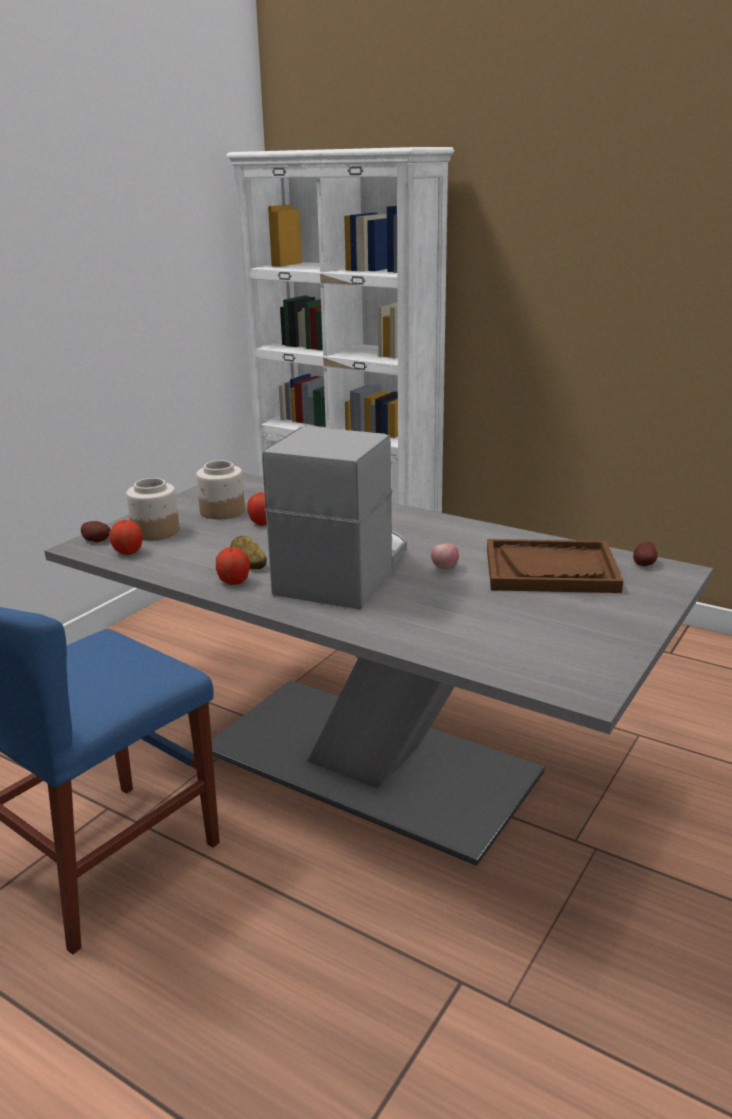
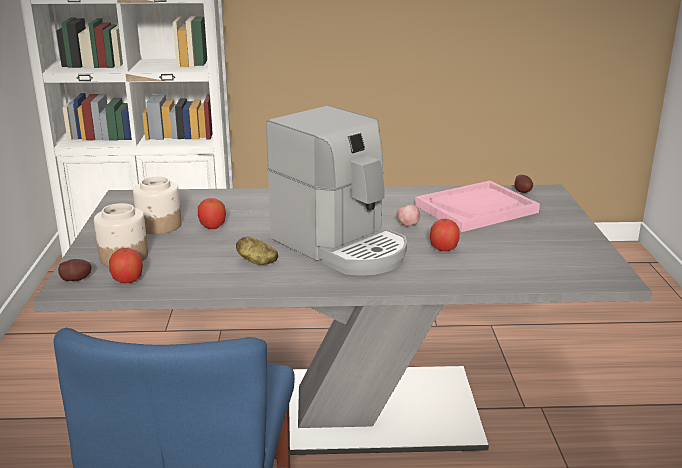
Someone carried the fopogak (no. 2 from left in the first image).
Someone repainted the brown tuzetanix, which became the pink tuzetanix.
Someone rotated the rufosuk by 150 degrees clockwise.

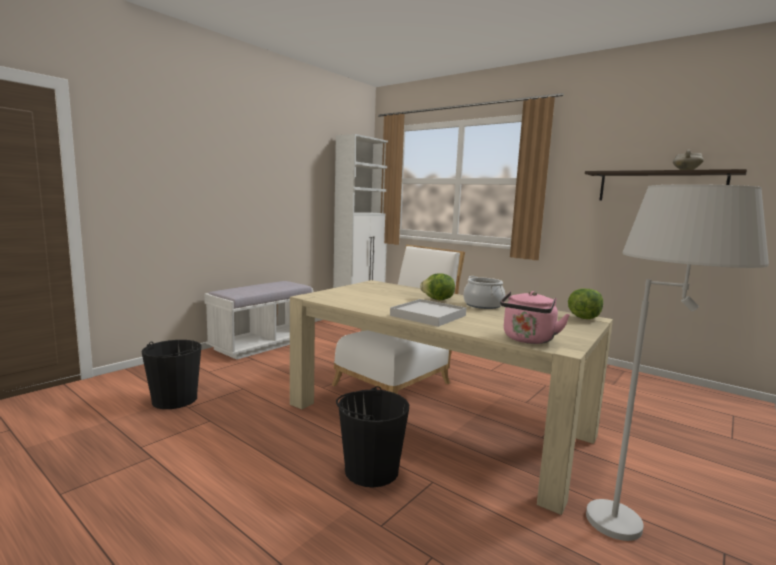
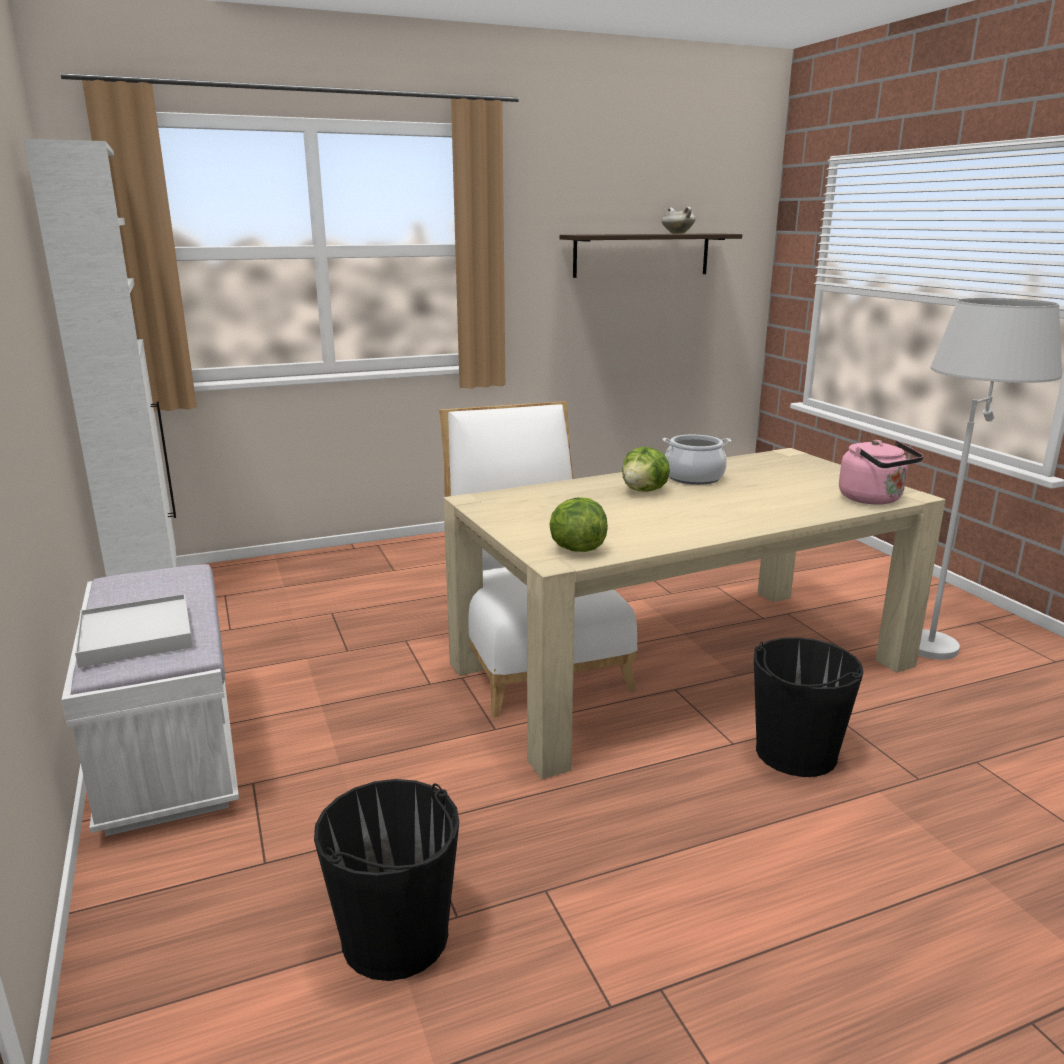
Someone carried the white tuzetanix.
Someone carried the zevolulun (no. 2 from left in the first image).

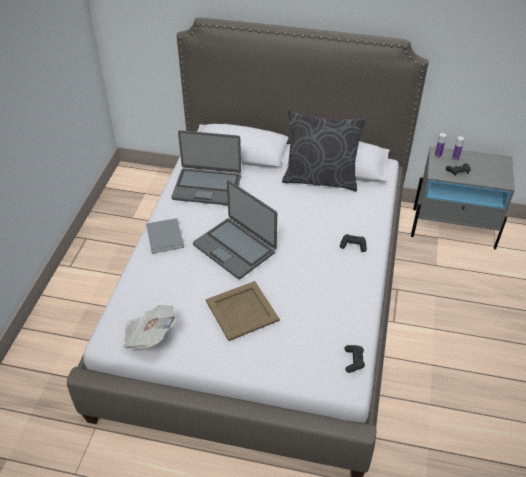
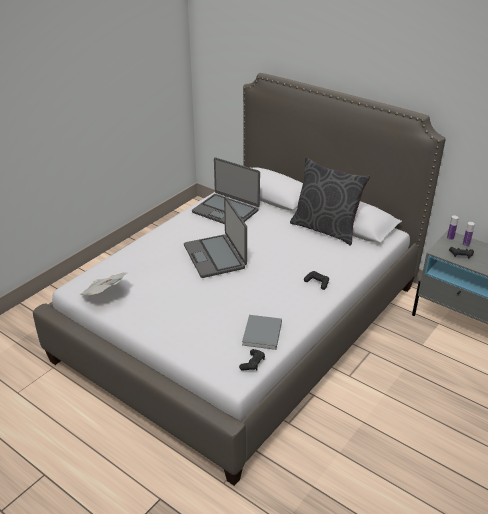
Someone took away the beige tuzetanix.
Someone carried the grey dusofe.

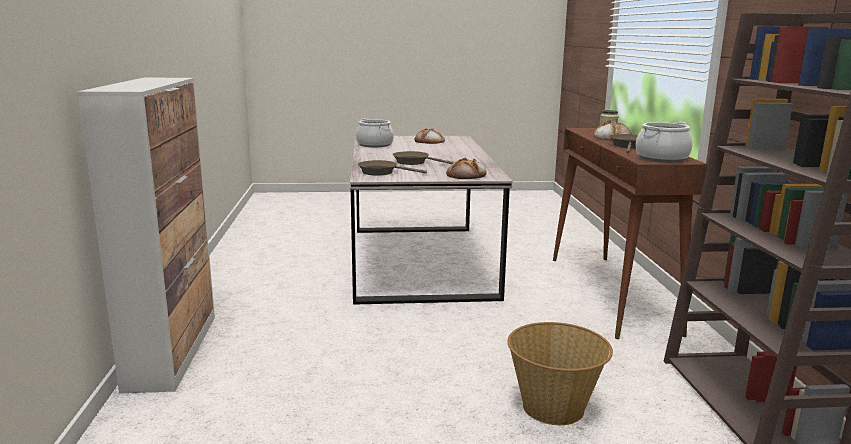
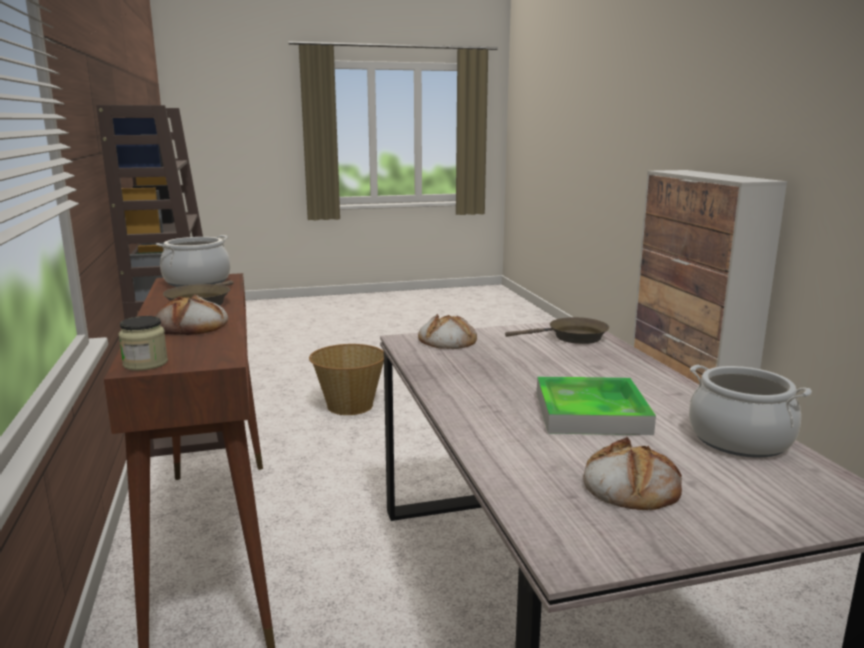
Someone took away the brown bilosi (no. 2 from left).
Someone put down the tuzetanix.

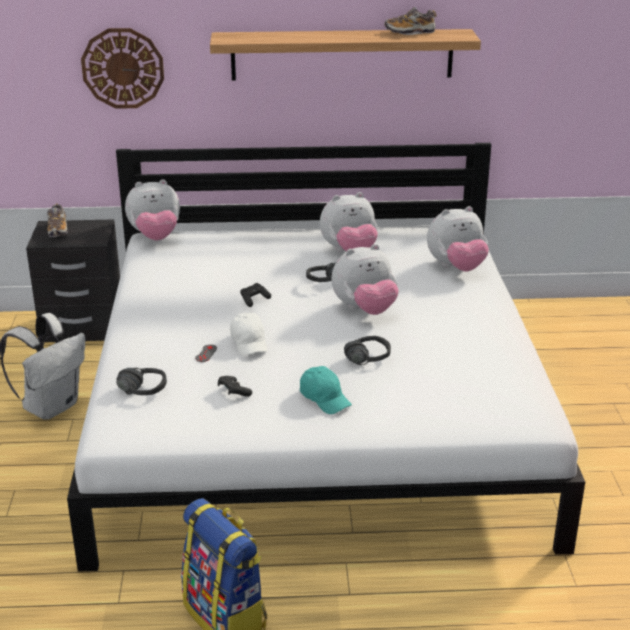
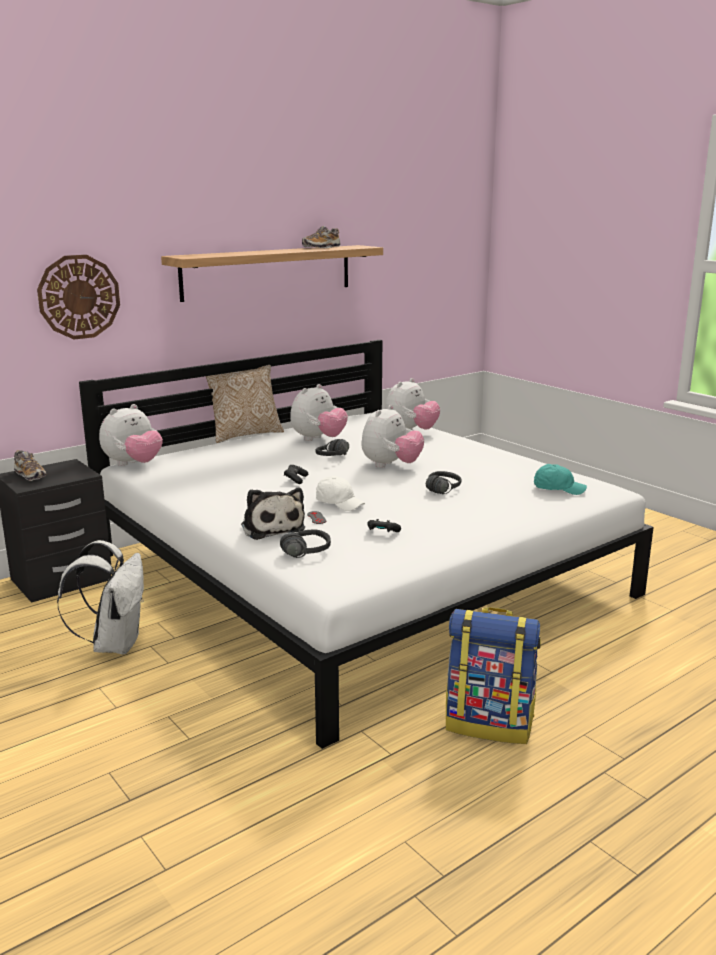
Someone put down the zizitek.
Someone put down the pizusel (no. 2 from left).
Someone carried the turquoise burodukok.

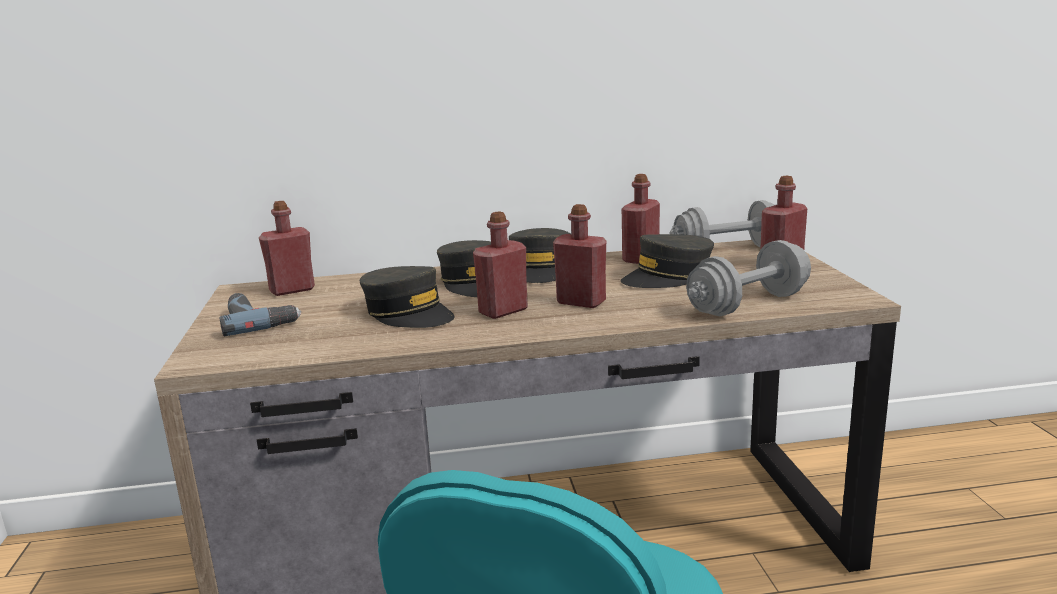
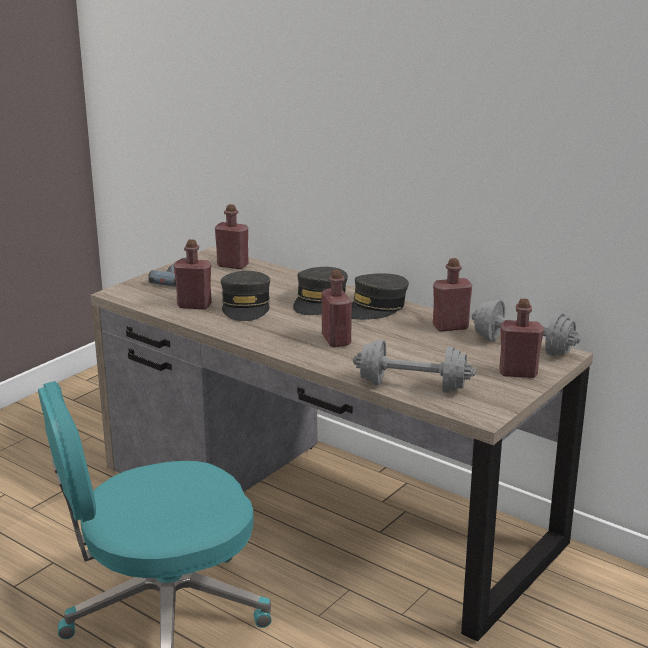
Someone took away the grey burodukok (no. 4 from left).
Someone carried the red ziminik (no. 2 from left in the first image).

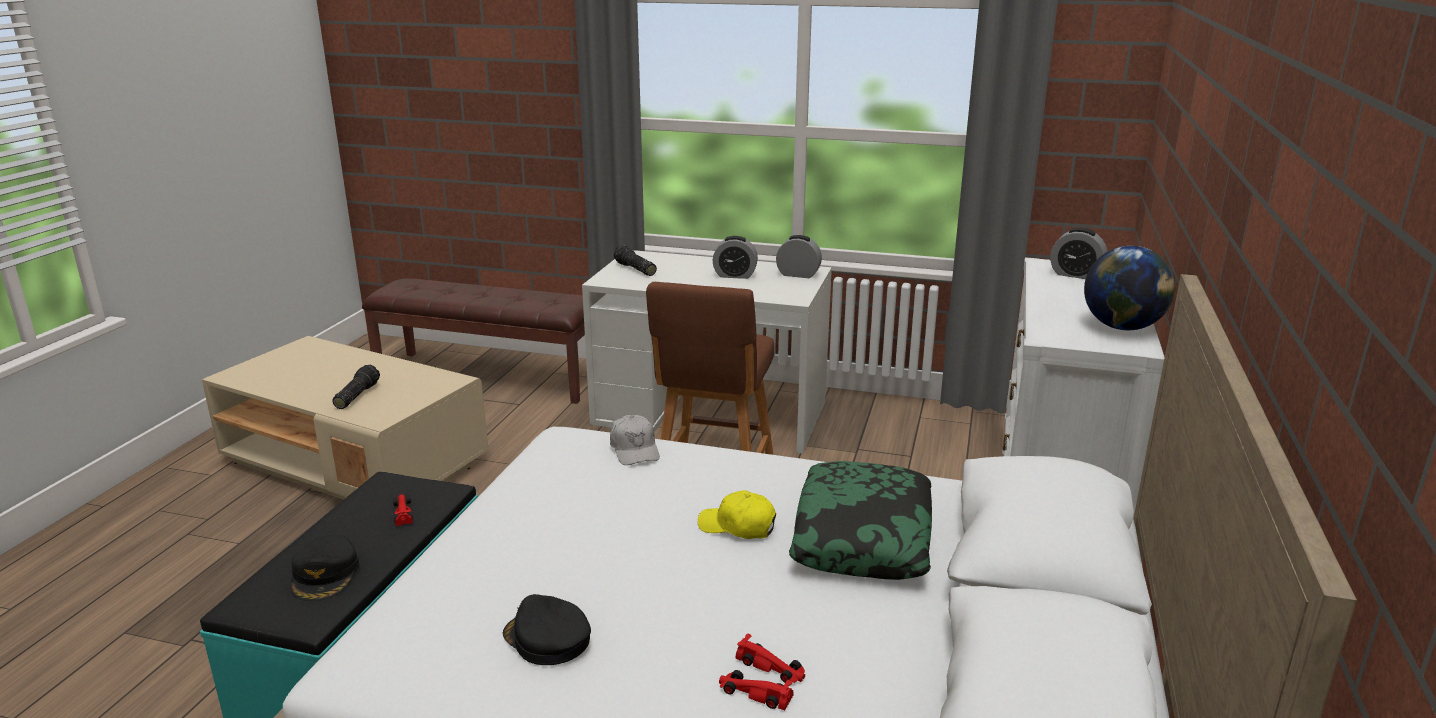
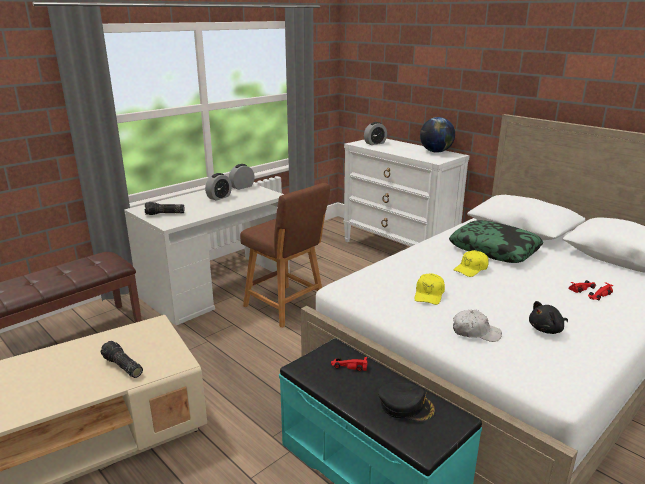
Someone put down the yellow burodukok (no. 1 from left).
Someone carried the white burodukok.
Someone swapped the black burodukok (no. 2 from left) for the black pizusel.

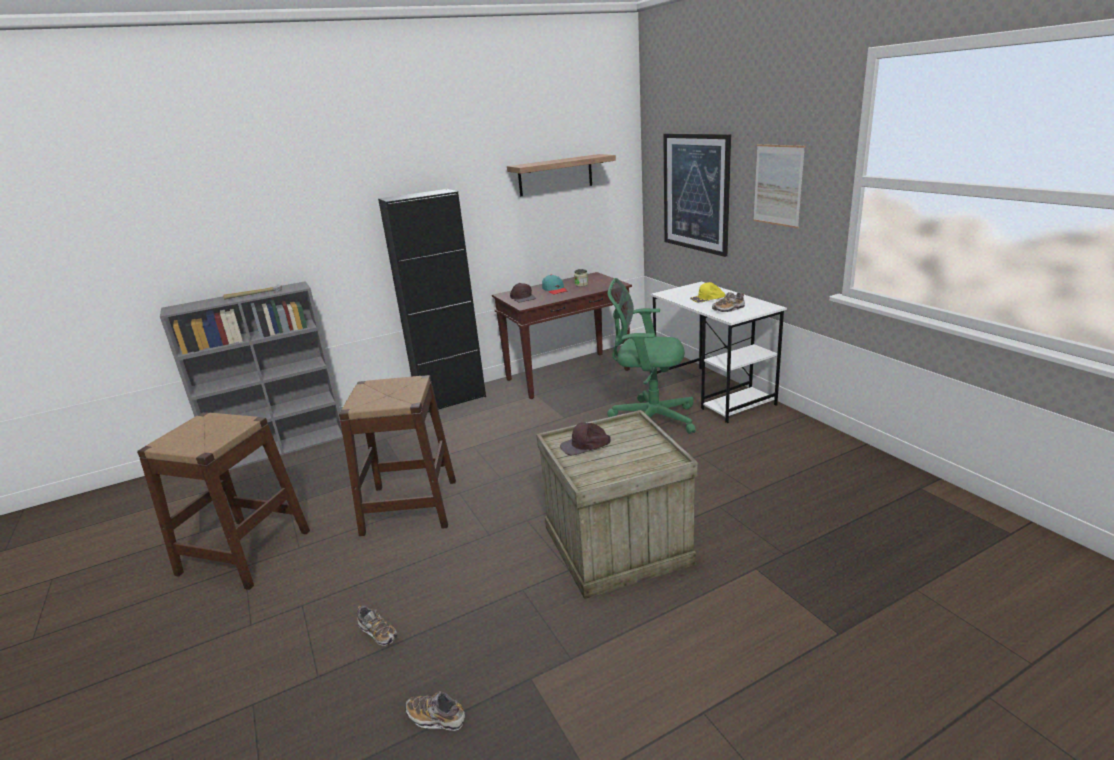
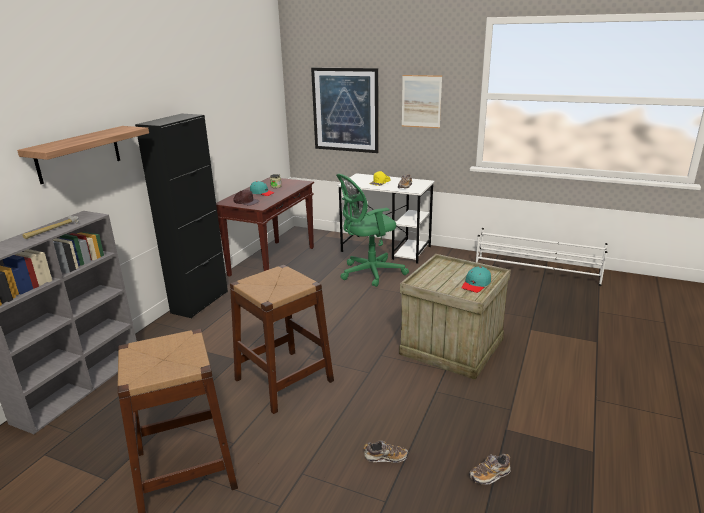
Someone took away the brown burodukok (no. 2 from left).
Someone put down the turquoise burodukok (no. 2 from left).
Someone put down the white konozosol.
Someone carried the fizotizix.

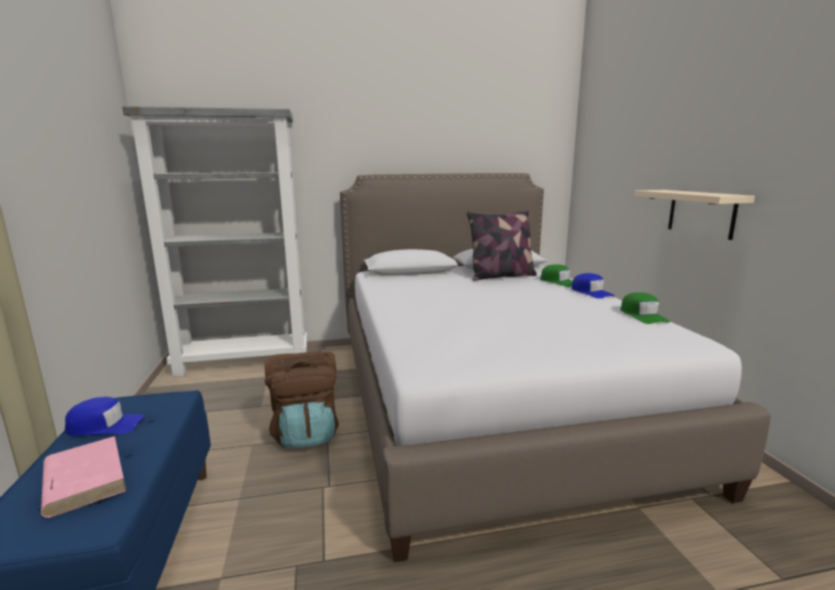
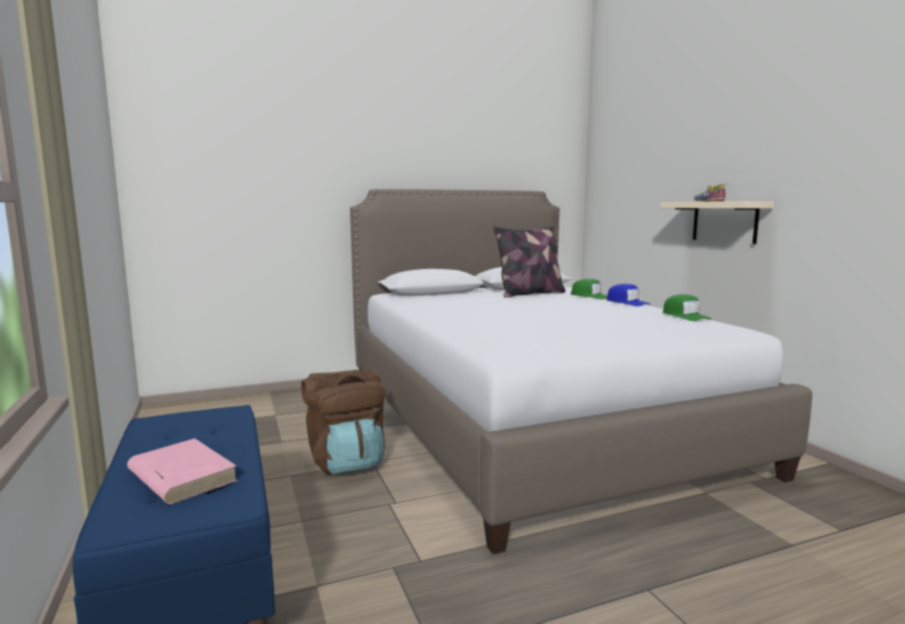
Someone took away the blue burodukok (no. 1 from left).
Someone took away the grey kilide.
Someone put down the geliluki.

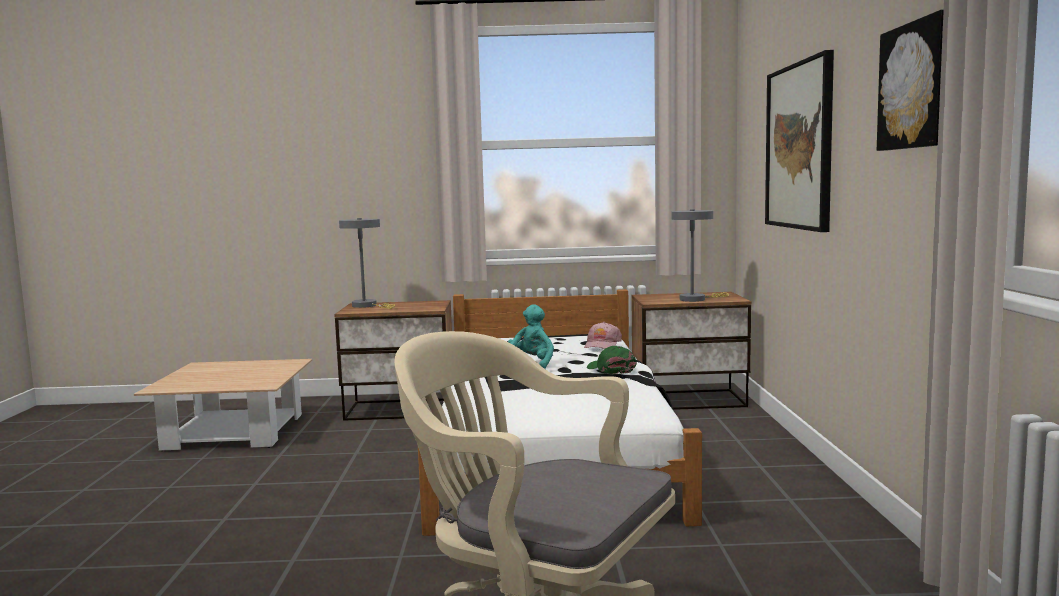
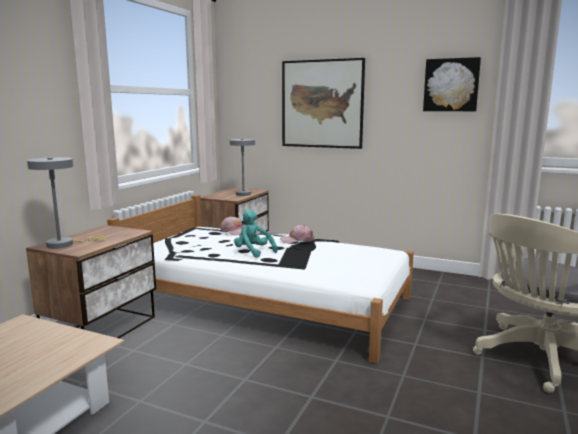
Someone repainted the green burodukok, which became the pink burodukok (no. 2 from left).

